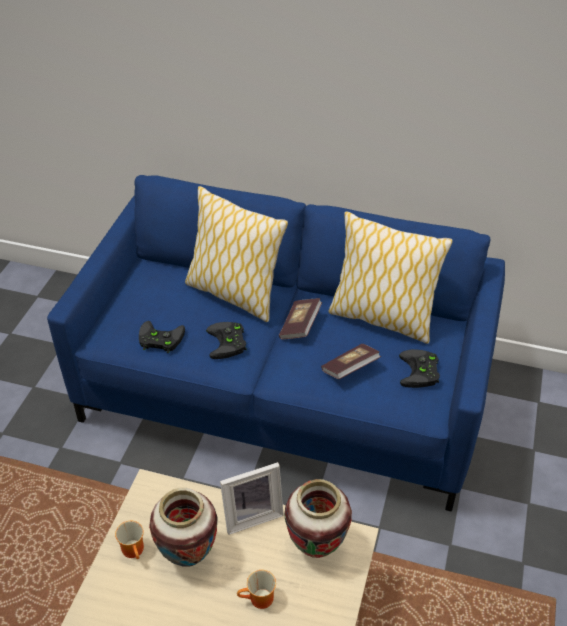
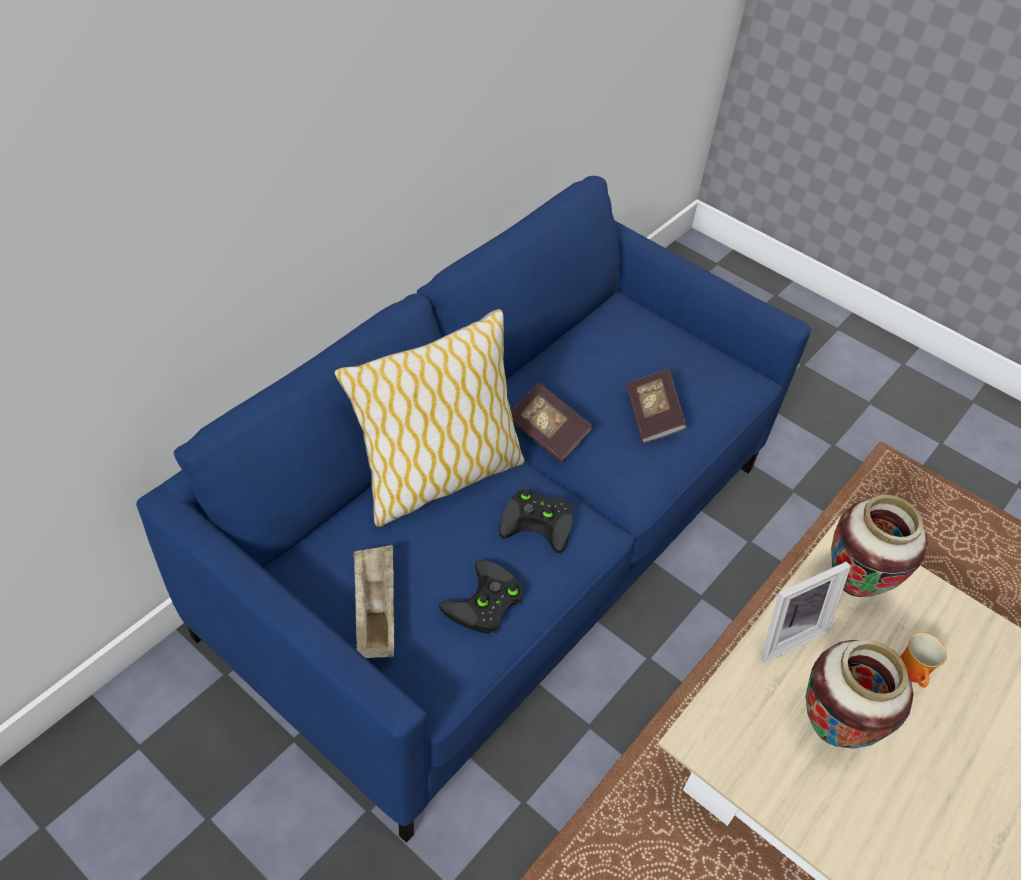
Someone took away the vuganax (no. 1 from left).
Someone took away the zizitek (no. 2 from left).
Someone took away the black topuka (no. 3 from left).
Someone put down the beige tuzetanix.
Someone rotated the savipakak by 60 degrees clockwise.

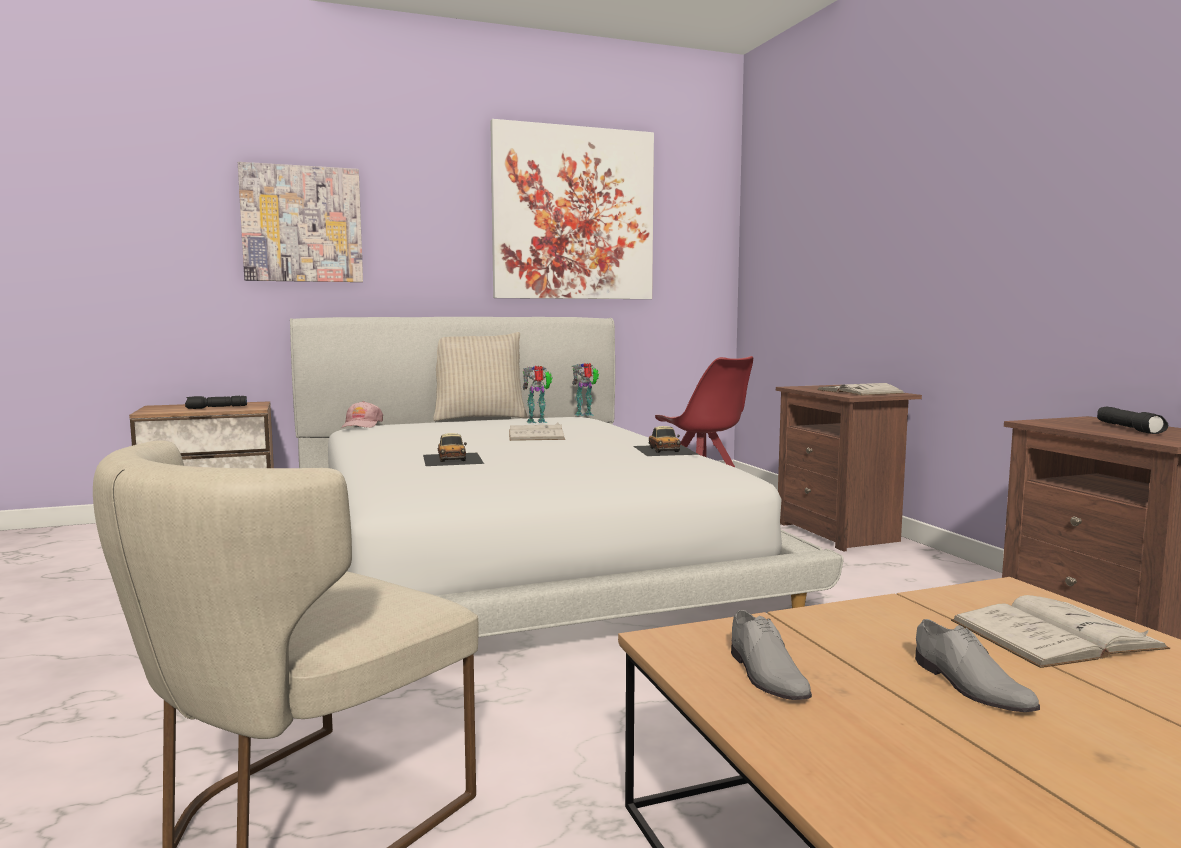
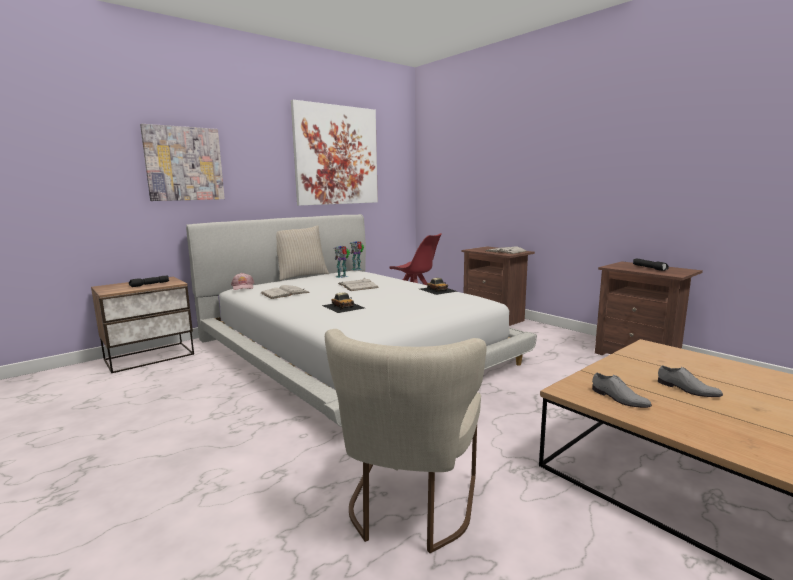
Someone carried the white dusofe (no. 3 from left in the first image).

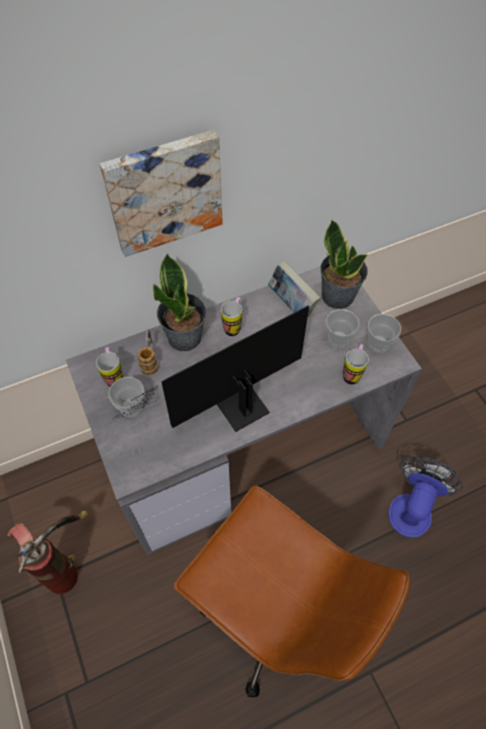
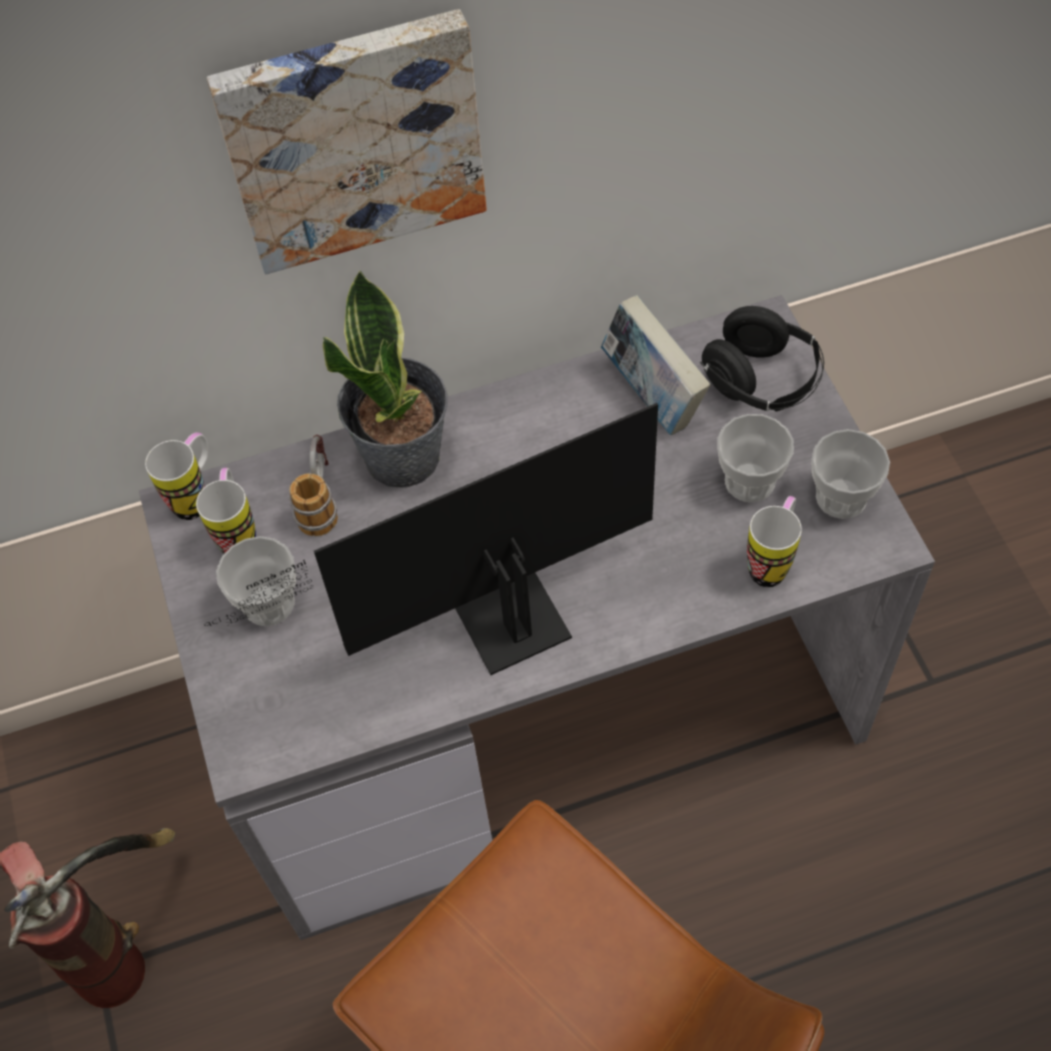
Someone took away the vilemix.
Someone carried the vuganax (no. 3 from left in the first image).
Someone swapped the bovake (no. 2 from left) for the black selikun.

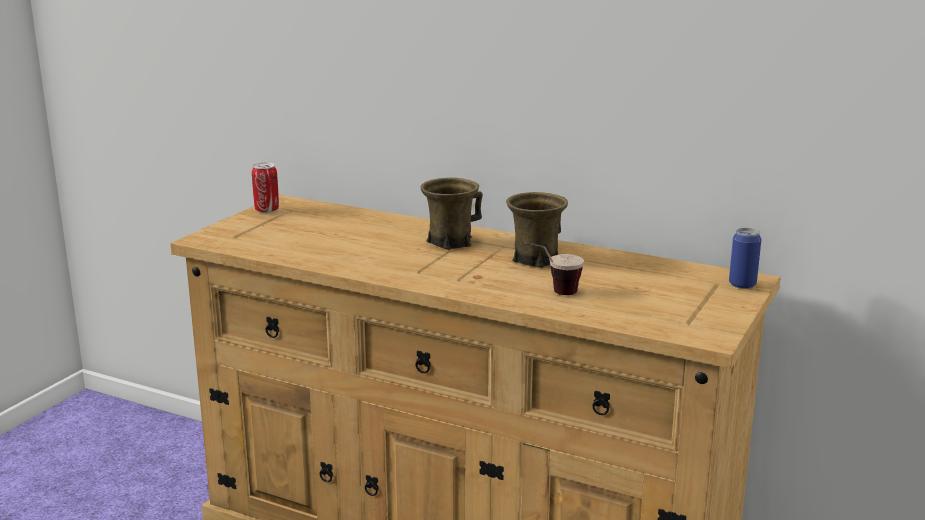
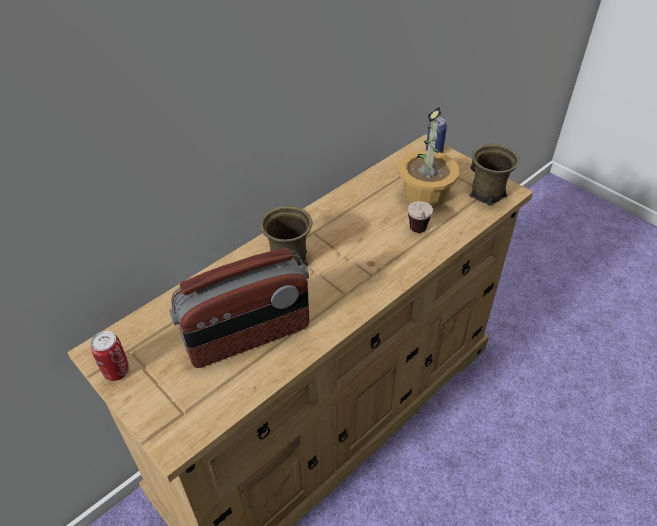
Someone put down the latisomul.
Someone put down the bovake.
Someone carried the brown vuganax (no. 2 from left).

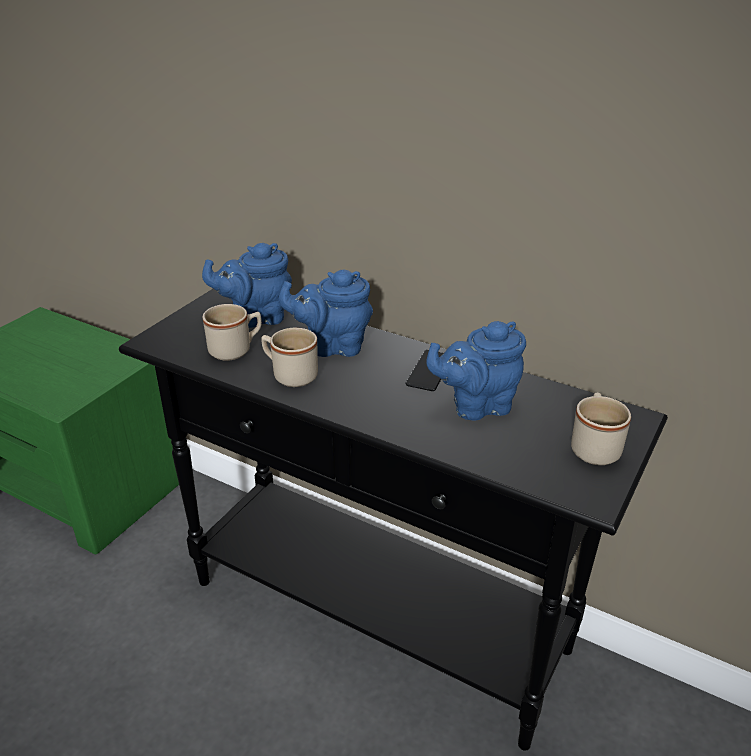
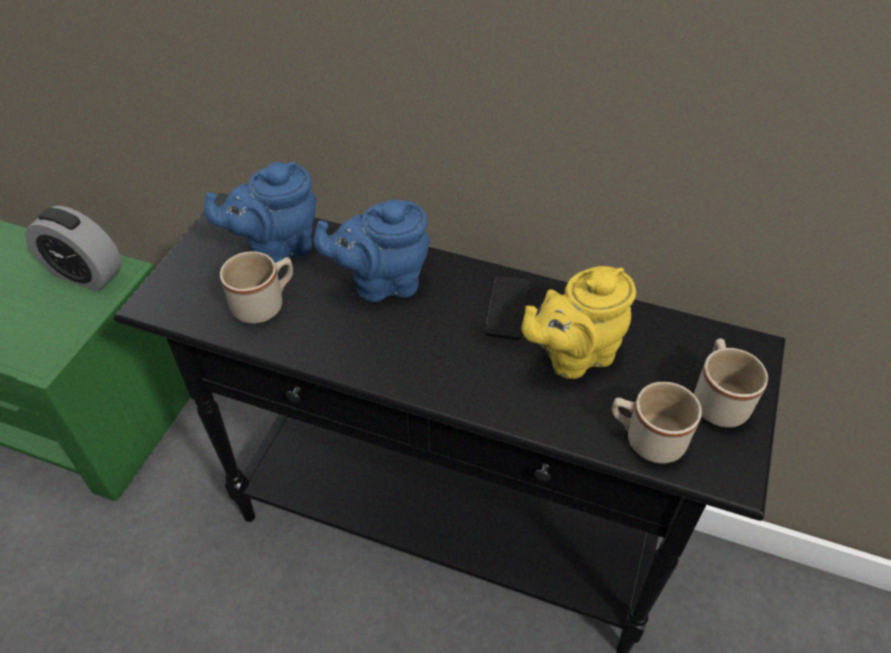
Someone put down the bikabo.
Someone carried the beige vuganax (no. 2 from left).
Someone repainted the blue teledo (no. 3 from left), which became the yellow teledo.

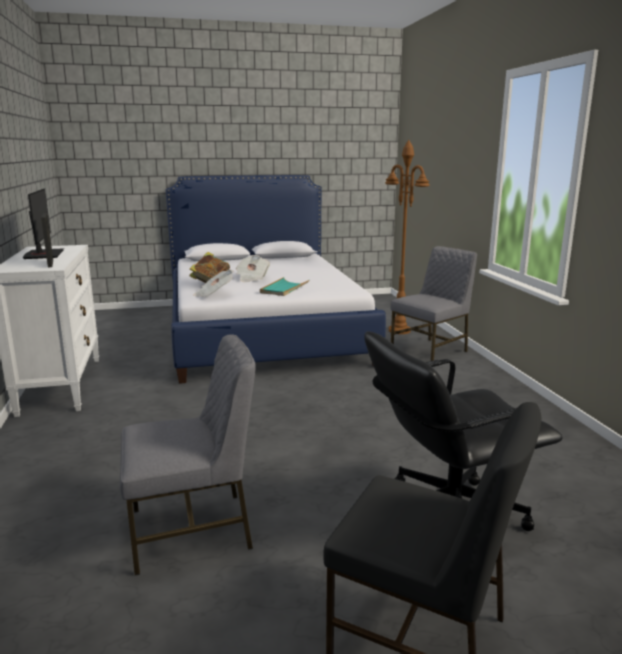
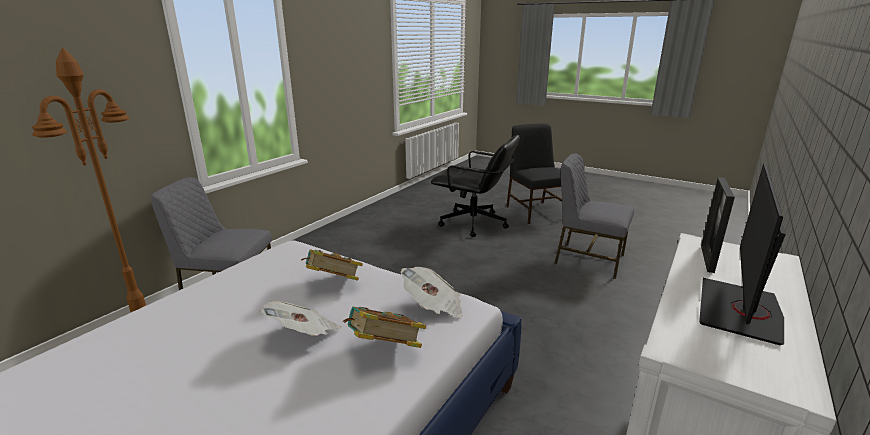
Someone swapped the turquoise tuzetanix for the dusofe (no. 1 from left).

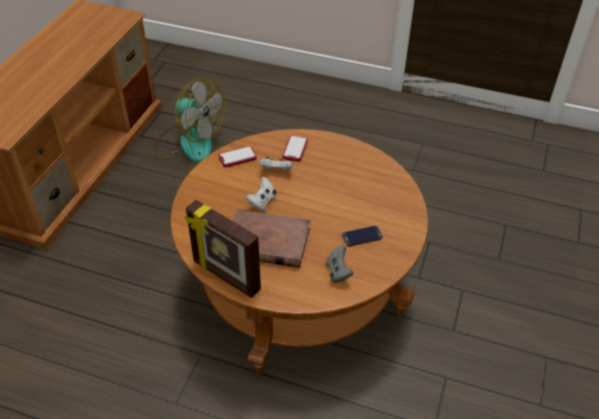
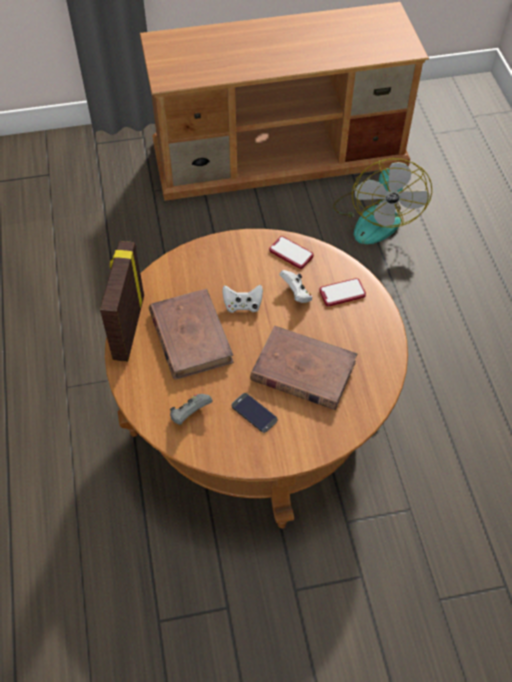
Someone put down the brown dusofe (no. 2 from left).

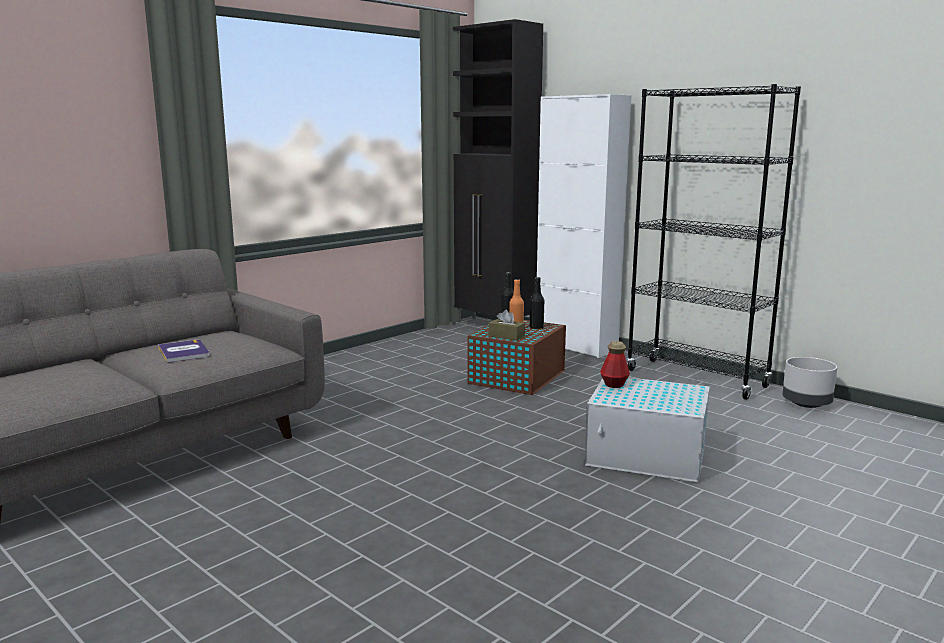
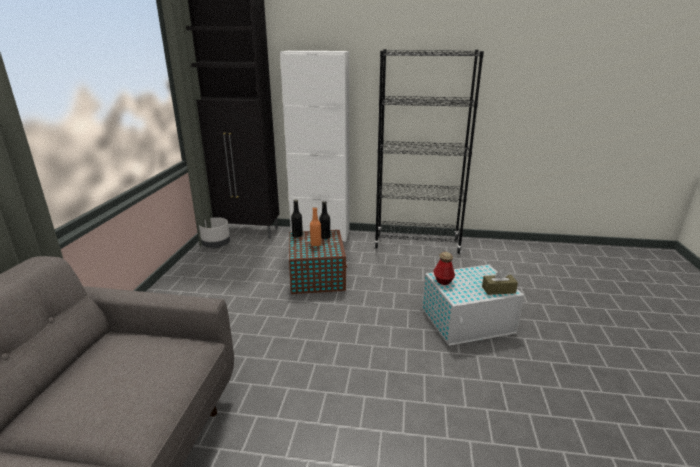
Someone took away the dusofe.
Someone carried the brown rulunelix.
Someone carried the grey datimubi.

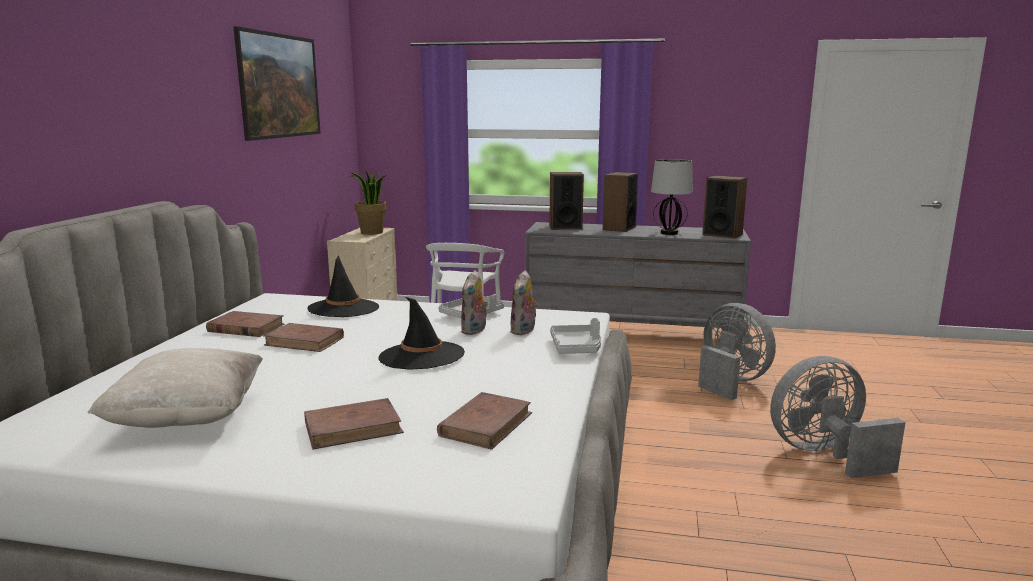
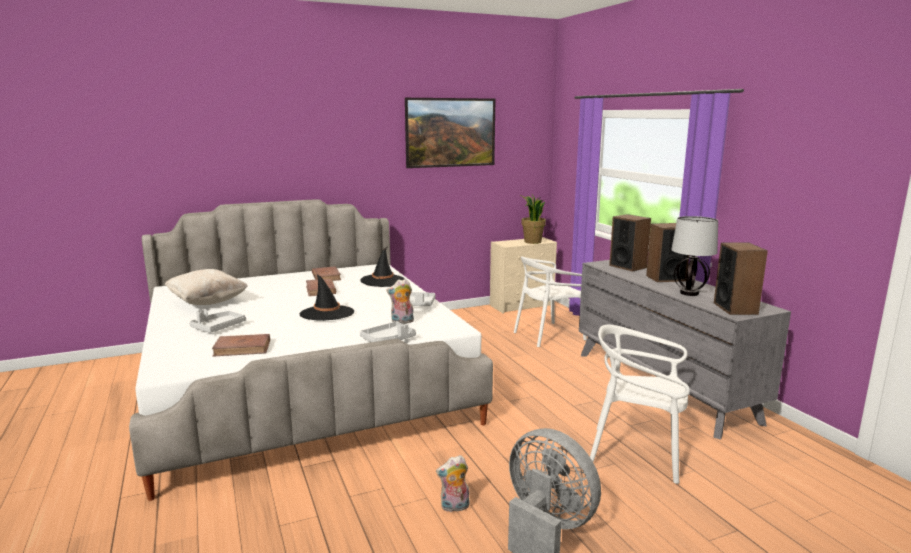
Someone carried the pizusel (no. 1 from left in the first image).
Someone swapped the brown dusofe (no. 3 from left) for the grey tuzetanix (no. 1 from left).
Someone swapped the grey vilemix (no. 1 from left) for the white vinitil (no. 2 from left).

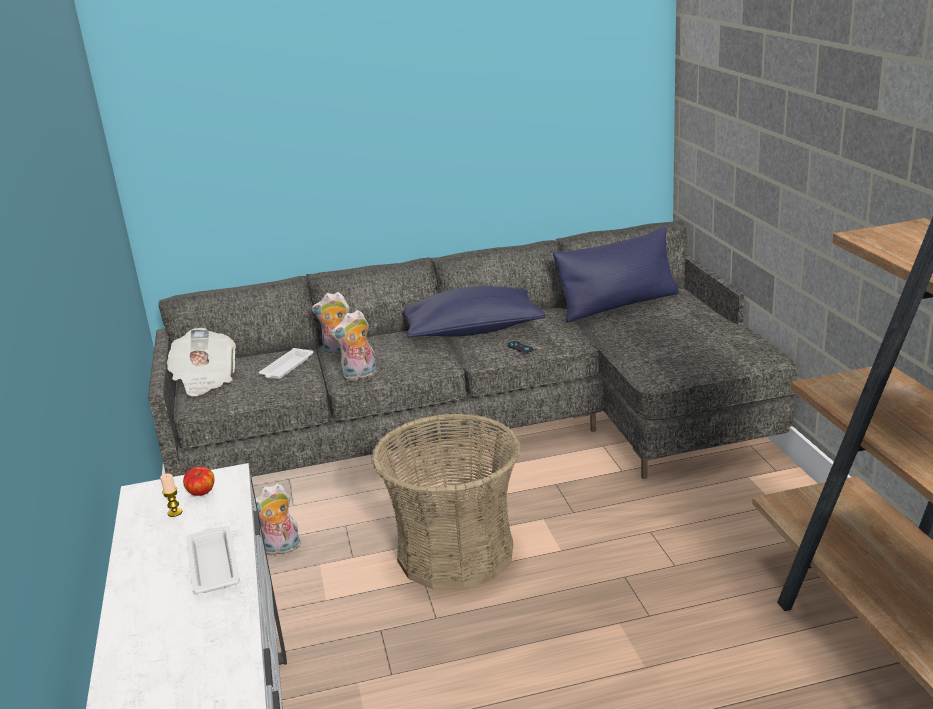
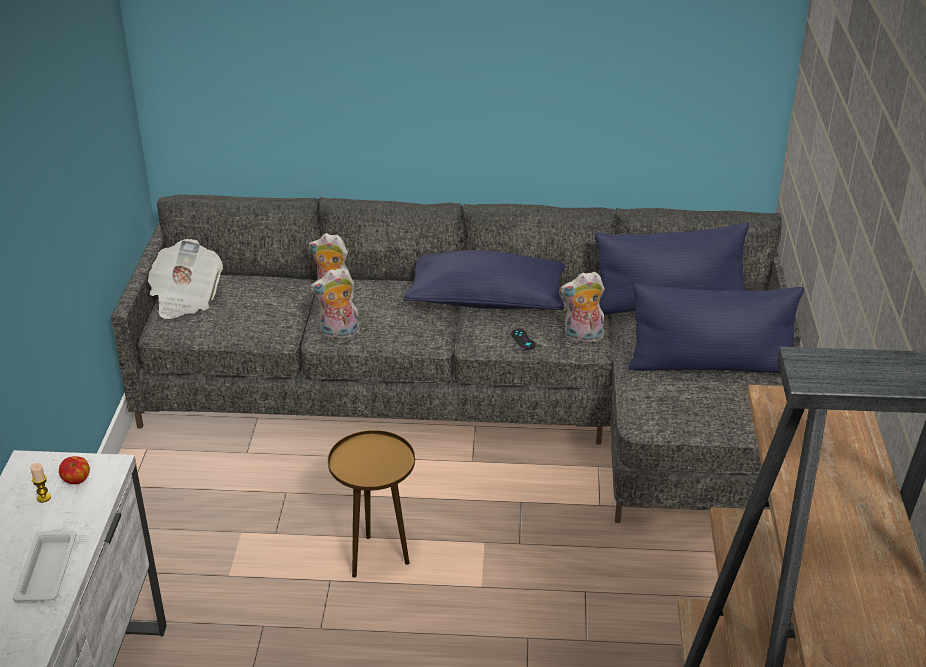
Someone took away the white tuzetanix (no. 2 from left).
Someone put down the blue zizitek (no. 3 from left).
Someone carried the pizusel (no. 1 from left in the first image).
Someone swapped the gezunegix for the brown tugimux.

